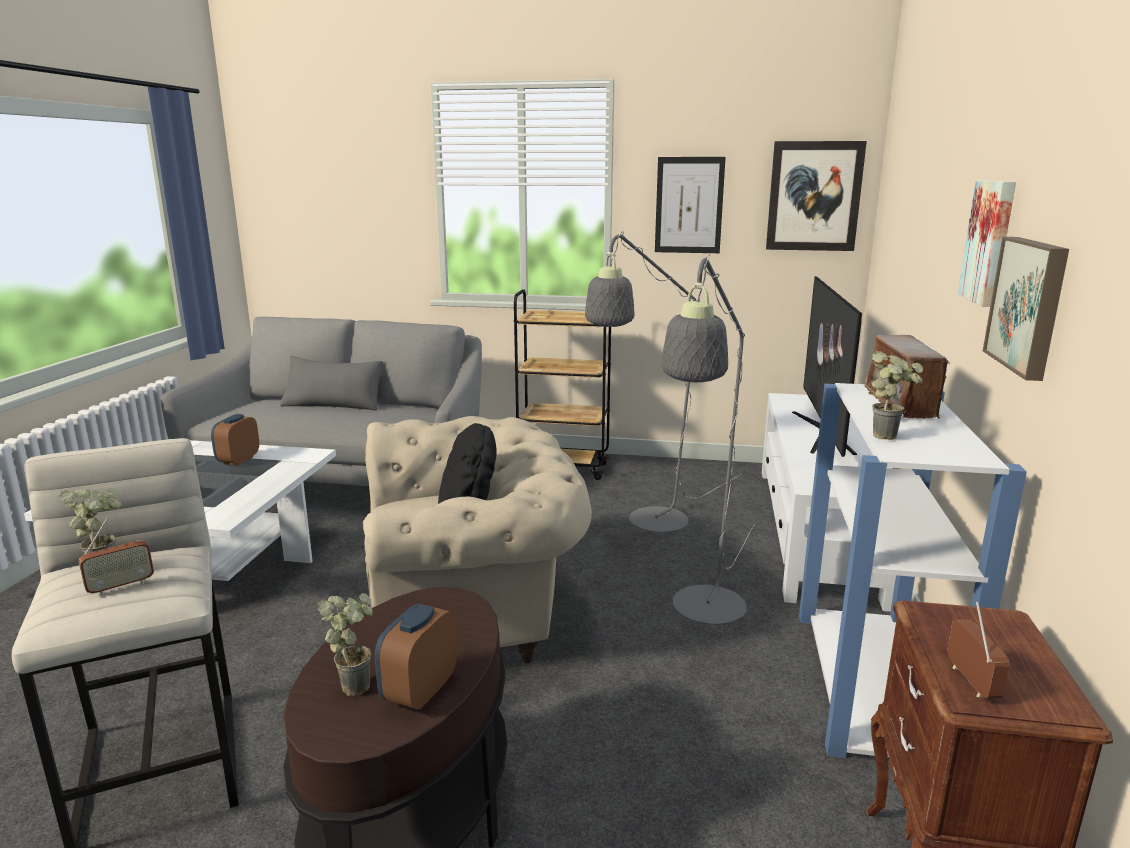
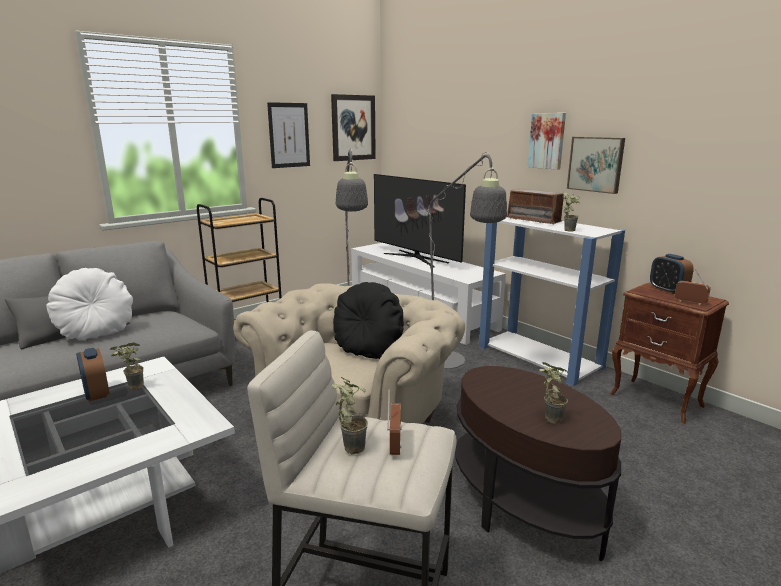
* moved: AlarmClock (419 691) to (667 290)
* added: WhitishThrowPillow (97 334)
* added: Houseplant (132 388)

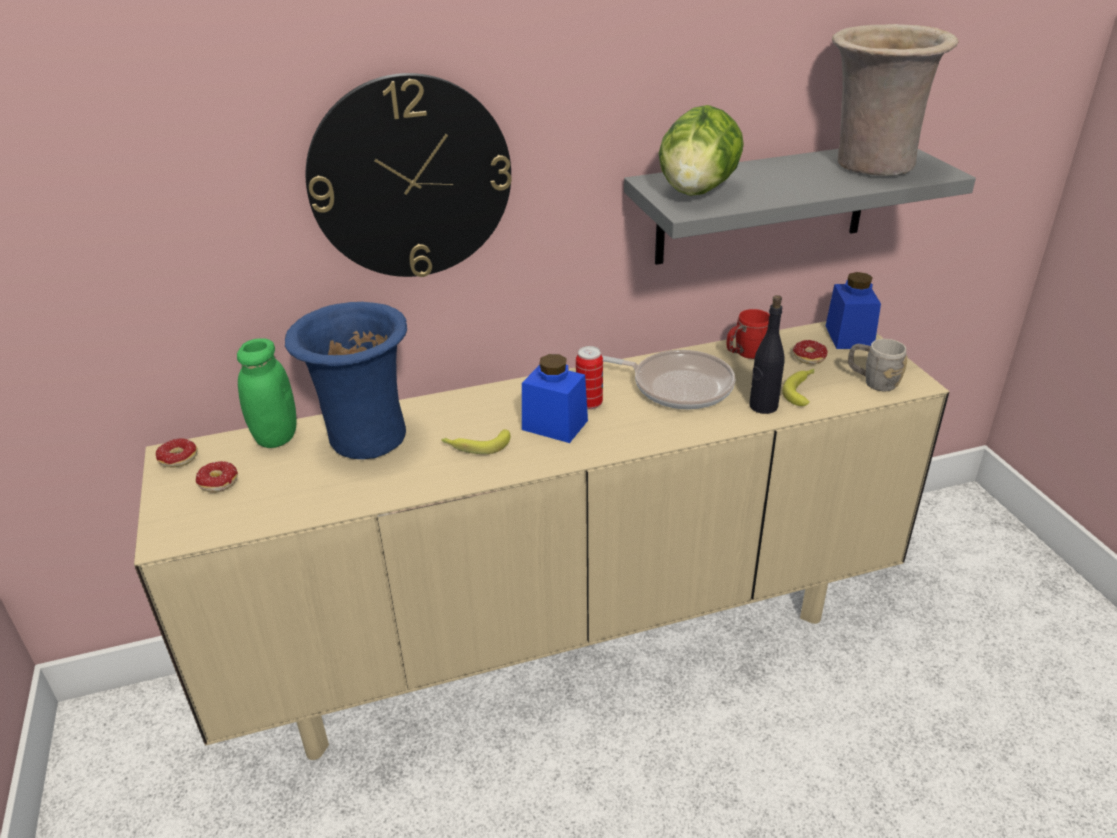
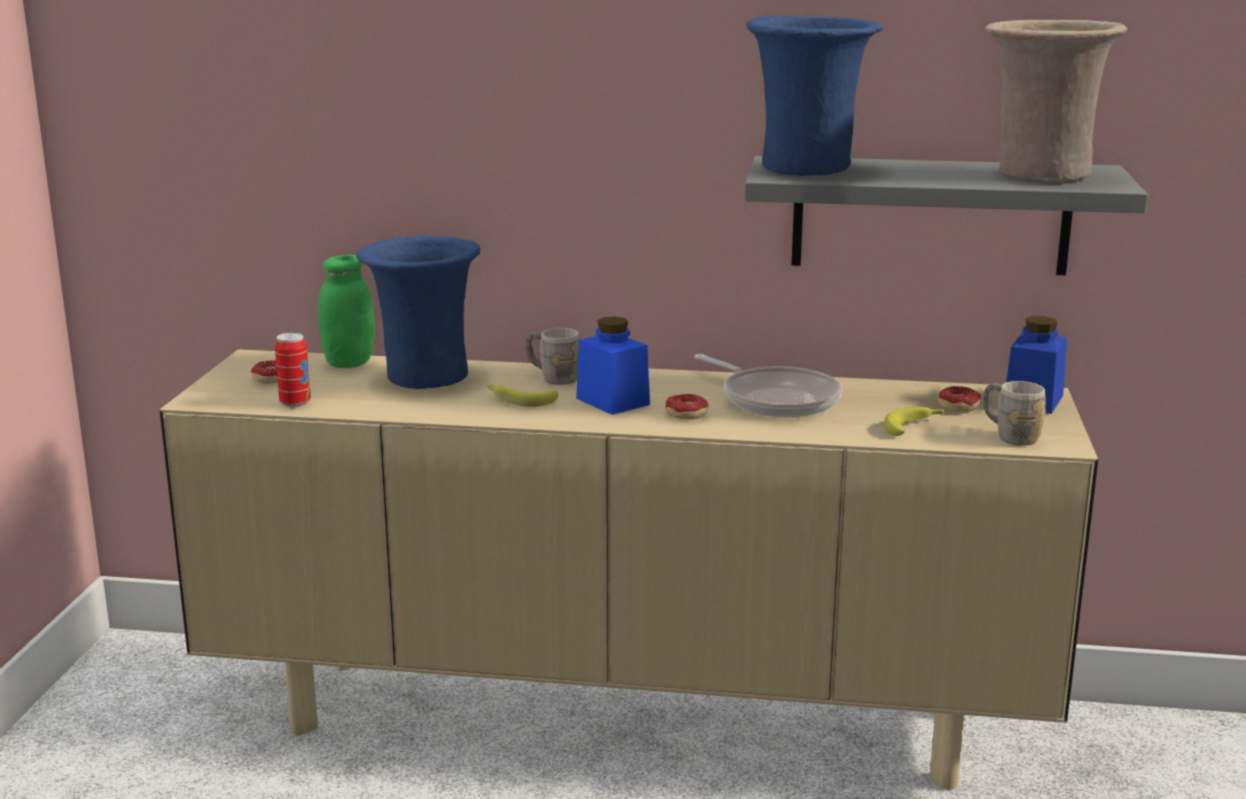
* moved: Donut (175 463) to (682 416)
* removed: WallClock (410 179)
* moved: Can (589 404) to (295 403)
* replaced: Lettuce (697 191) to BlueDecorativeVase (809 169)
* removed: ReddishCoffeeMug (745 354)
* removed: BlackishBeverageBottle (763 406)
* added: GreyishCoffeeMug (553 377)

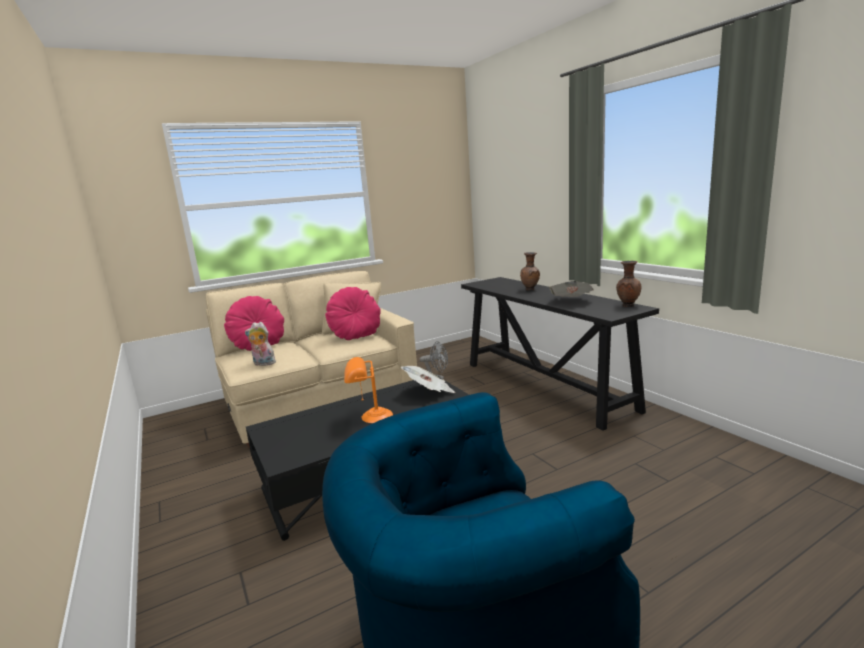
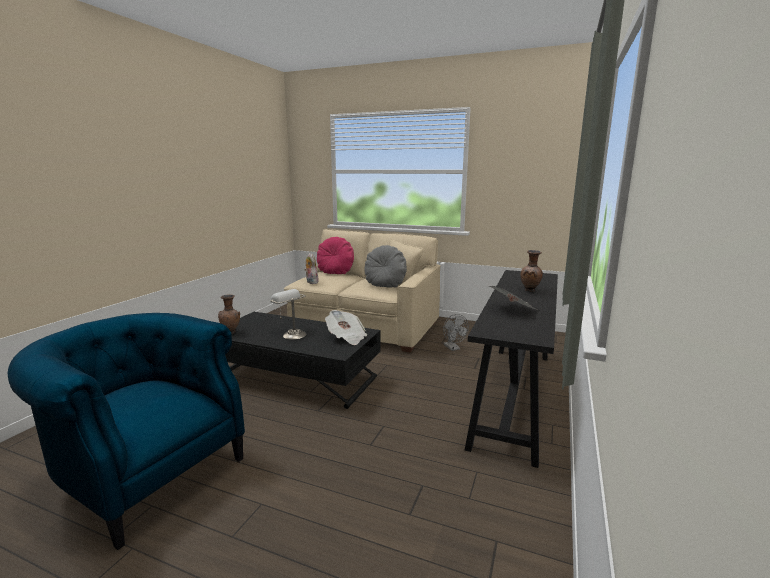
* recoloured: PinkColouredThrowPillow (356 337) to GreyishThrowPillow (385 286)
* recoloured: OrangeColouredTabletopLamp (370 417) to WhitishTabletopLamp (291 333)
* moved: BrownishDecorativeVase (627 305) to (231 332)

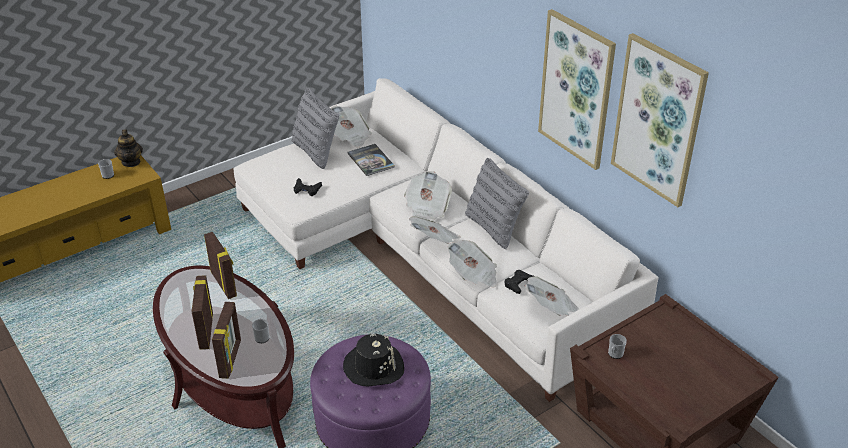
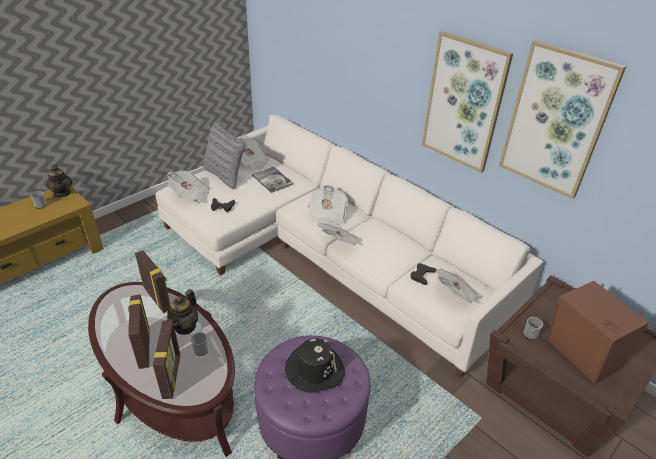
* moved: PrintedPaper (473 275) to (190 195)
* removed: GreyishThrowPillow (494 229)
* added: Teapot (185 326)
* added: BrownishSpeaker (581 356)

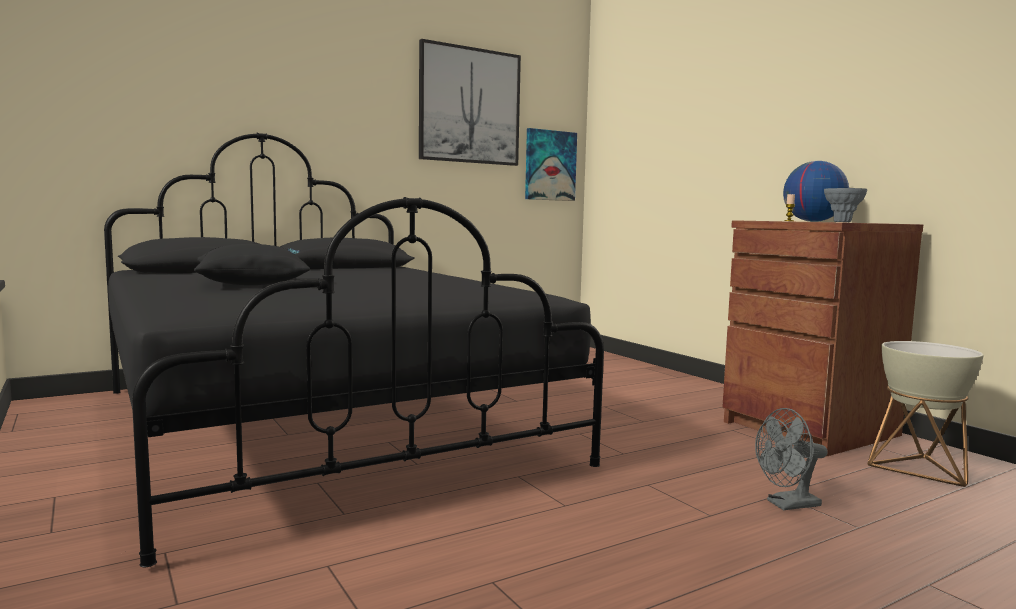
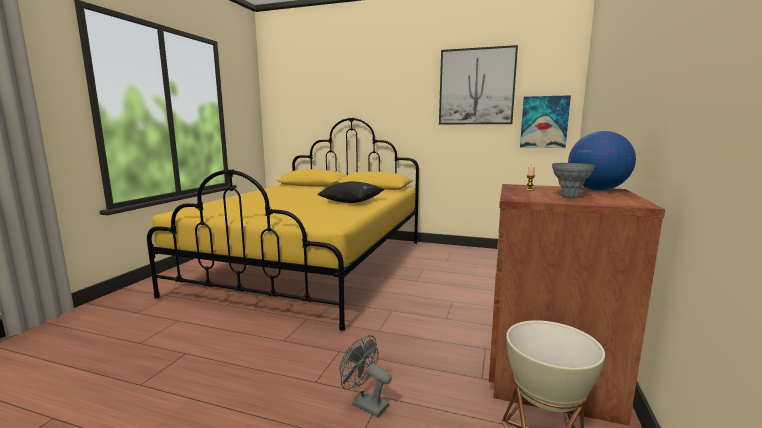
* recoloured: BlackishSleepingBed (320 425) to YellowColouredSleepingBed (312 265)
* moved: BlackishThrowPillow (252 284) to (351 201)

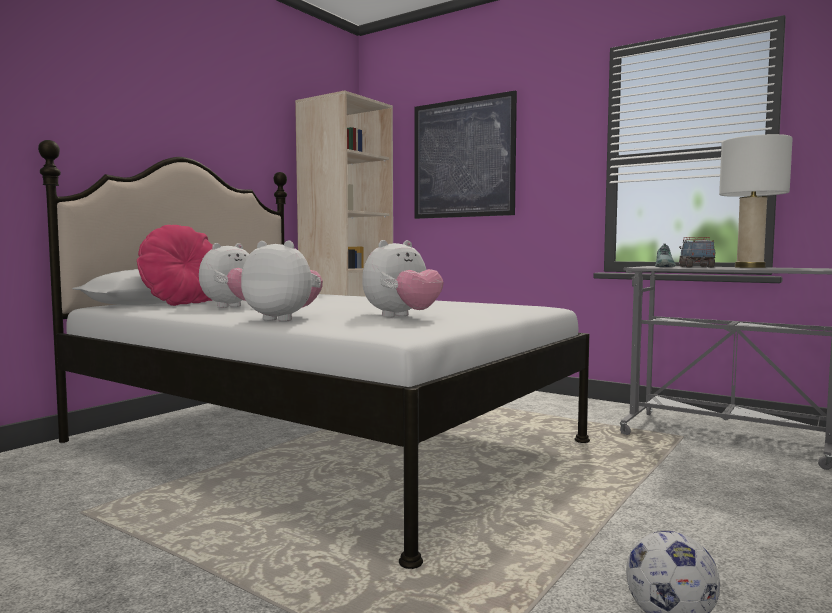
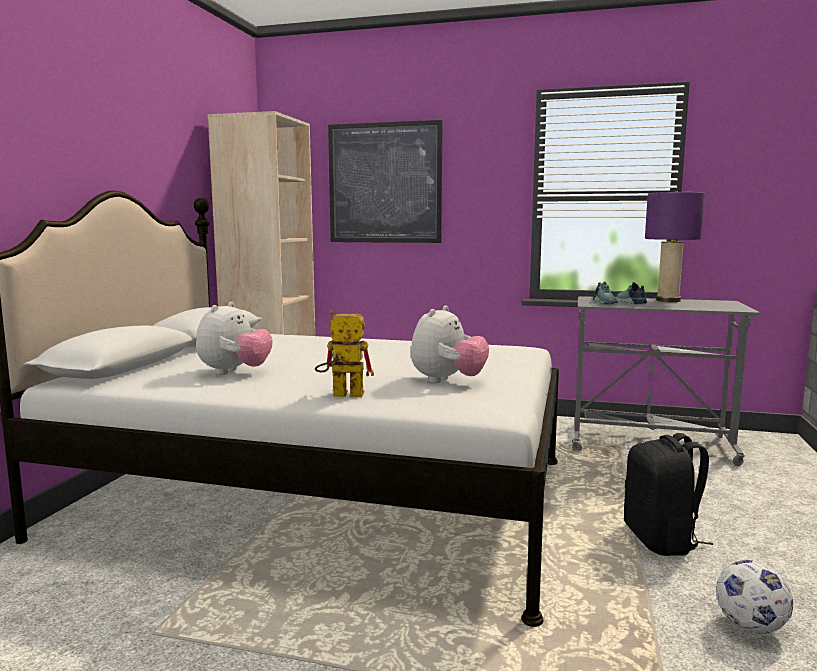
* removed: PinkColouredThrowPillow (183 304)
* replaced: SoftToy (284 319) to ToyRobot (340 395)
* replaced: ToyLorry (696 267) to ItemOfFootwear (629 302)
* recoloured: WhitishTabletopLamp (750 267) to PurpleTabletopLamp (668 300)
* added: BlackishBackpack (661 540)

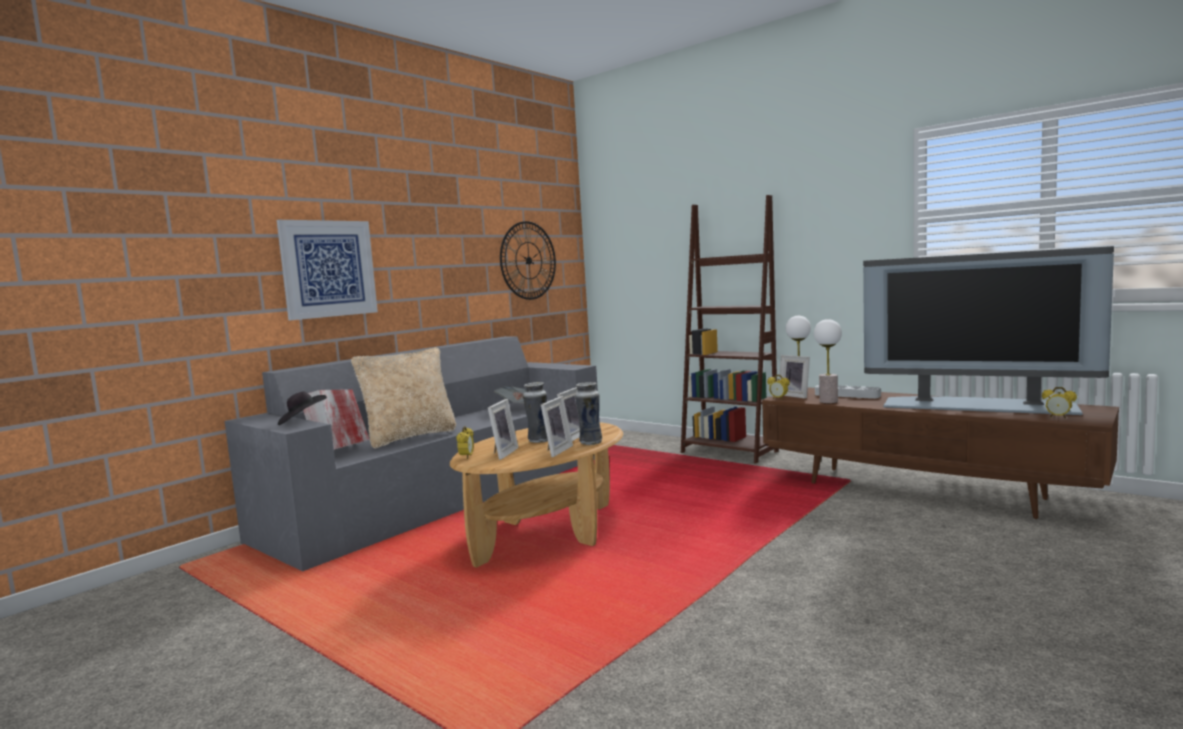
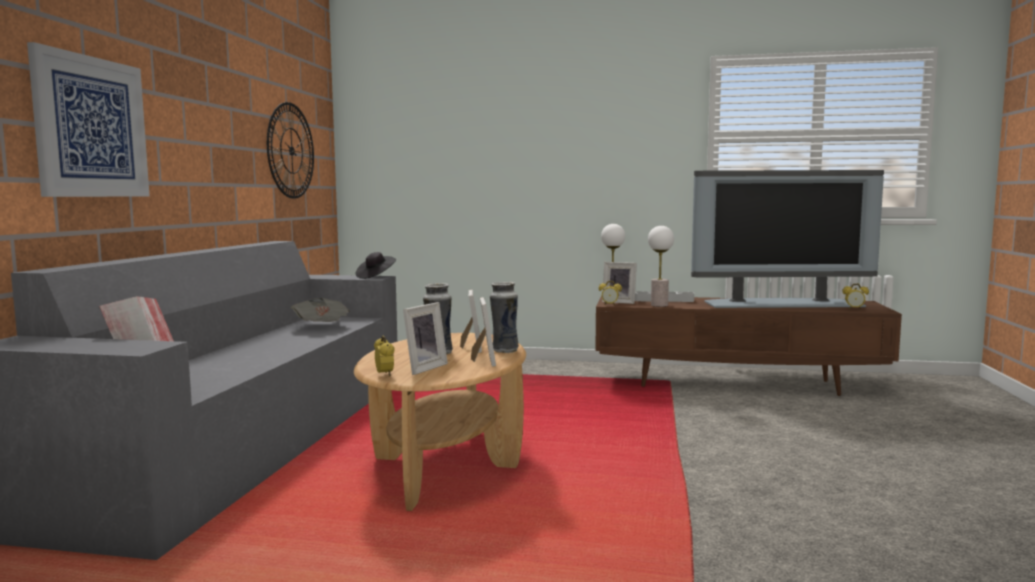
* moved: BlackishWearableHat (302 421) to (376 276)
* removed: BeigeThrowPillow (411 438)
* turned: StandingFrame (501 453) = (422 368) 45 degrees clockwise
* removed: BrownishShelvingUnit (729 451)

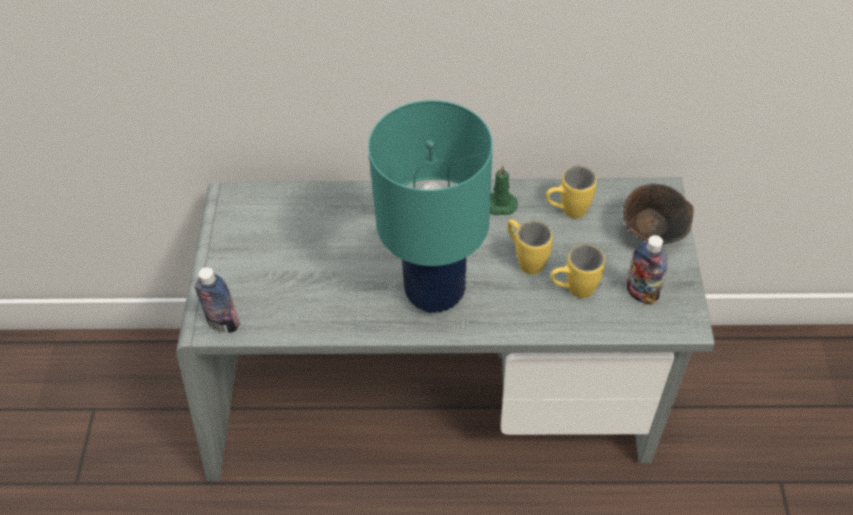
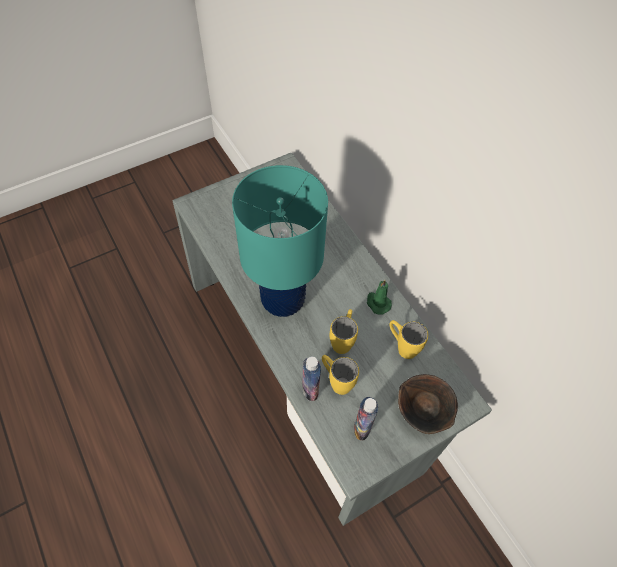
* moved: BeverageBottle (224 324) to (310 389)

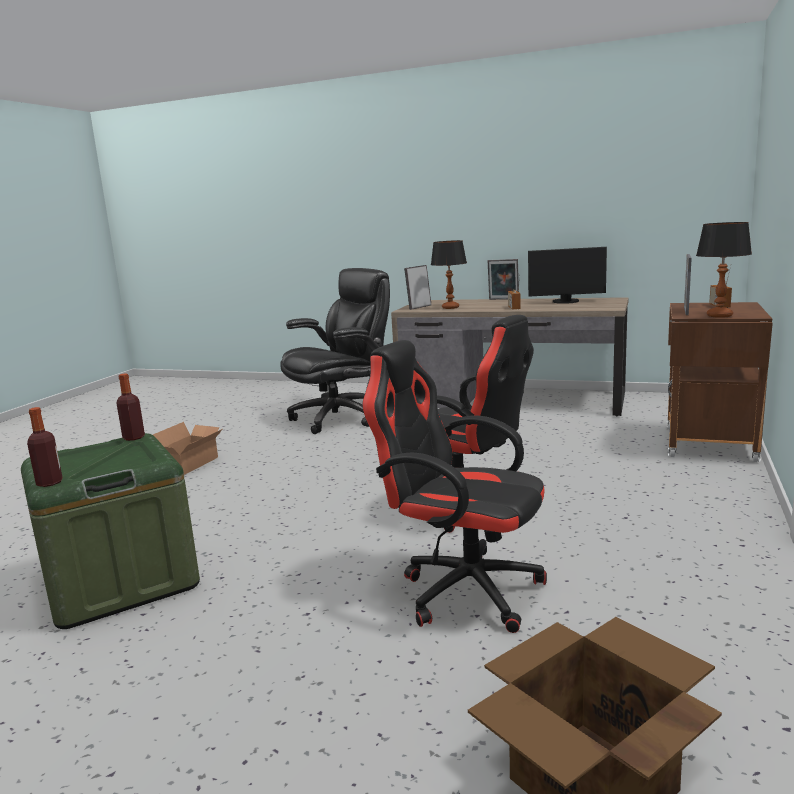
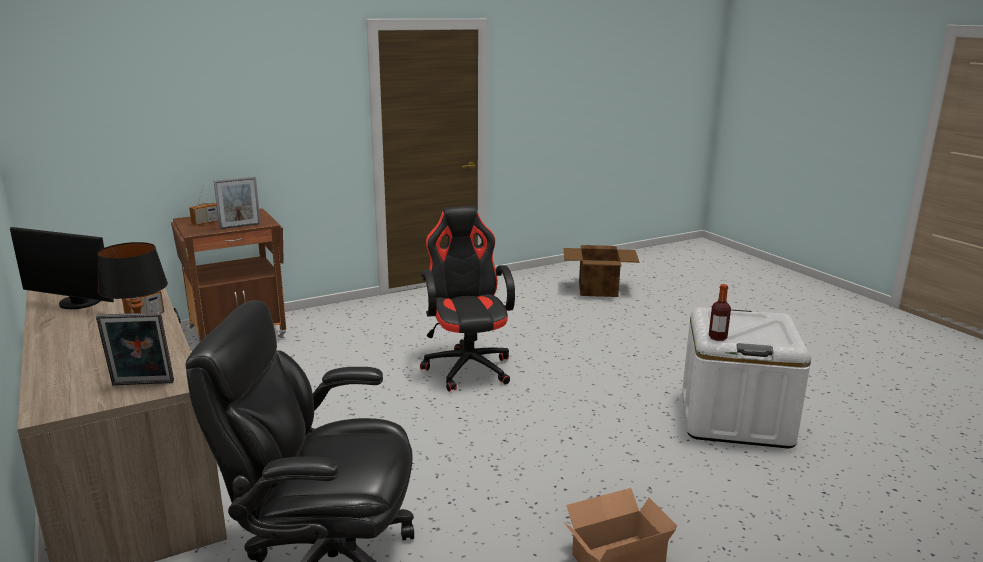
* recoloured: GreenishStorageContainer (120 581) to WhitishStorageContainer (735 418)
* removed: BeverageBottle (49 483)
* removed: BlackishDeskChair (461 589)
* removed: StandingFrame (503 299)
* turned: ComputerScreen (566 302) = (77 303) 150 degrees clockwise
* removed: TabletopLamp (719 316)

